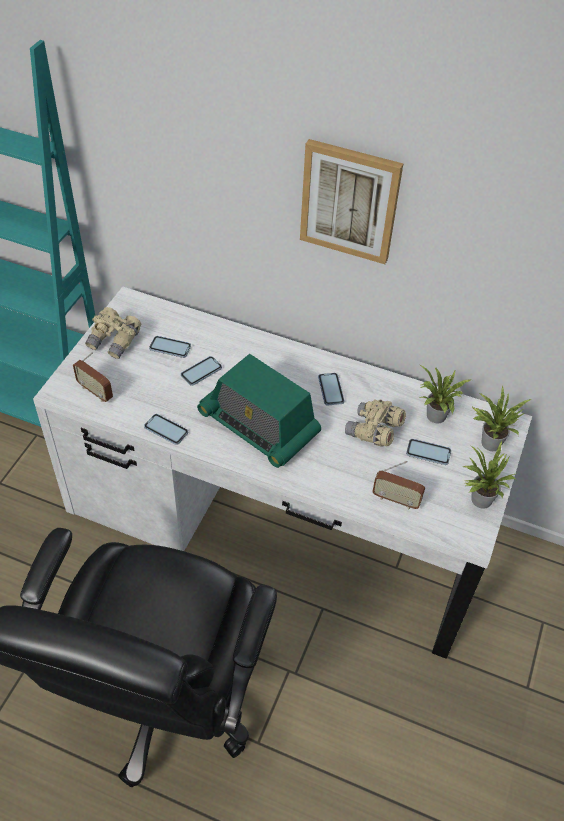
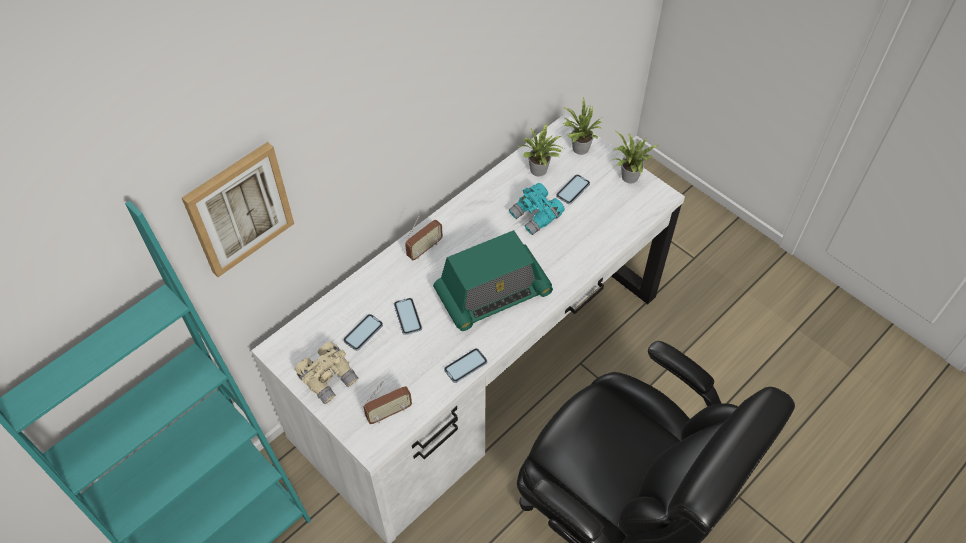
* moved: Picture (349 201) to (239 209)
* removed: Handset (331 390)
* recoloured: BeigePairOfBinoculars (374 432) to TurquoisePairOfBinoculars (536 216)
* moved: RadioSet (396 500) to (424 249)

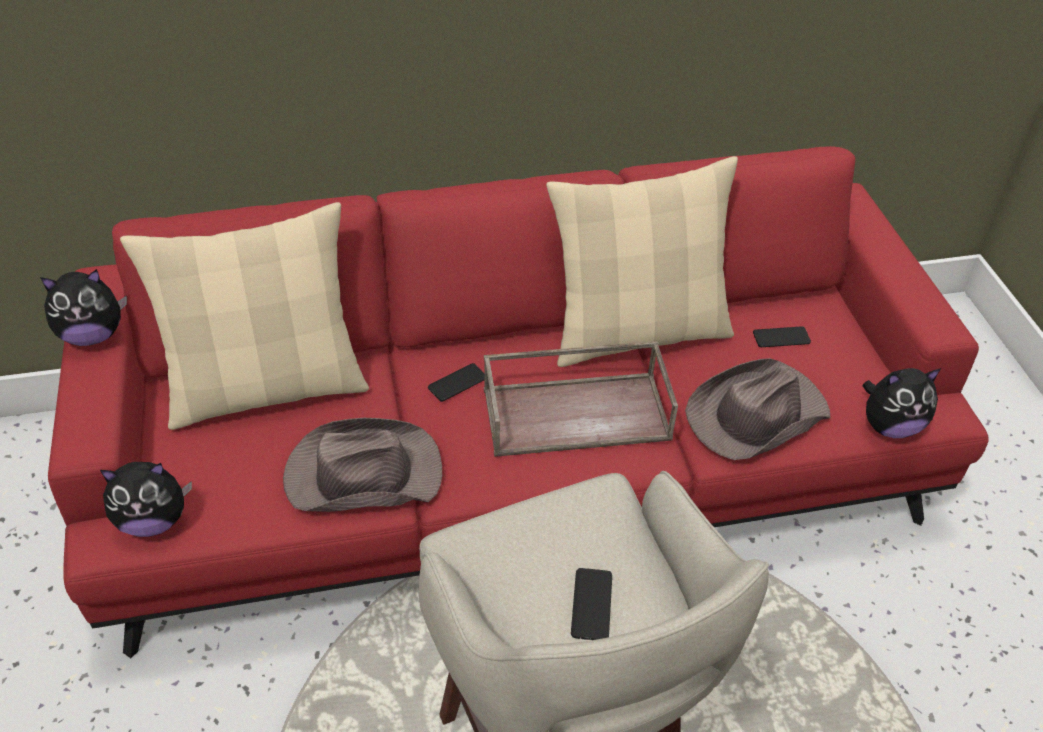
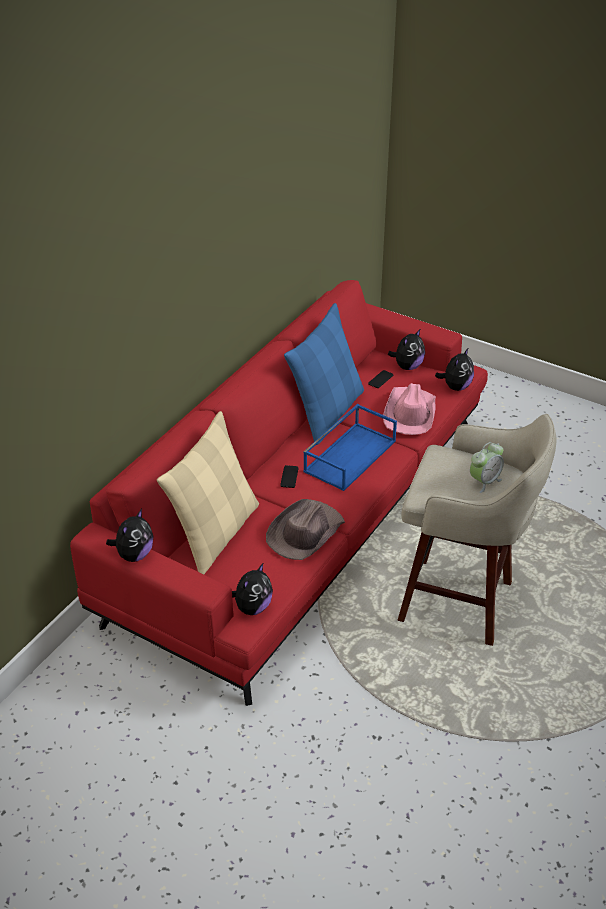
* recoloured: BrownishCarryingTray (577 412) to BlueCarryingTray (350 455)
* recoloured: BeigeThrowPillow (637 333) to BlueThrowPillow (327 412)
* replaced: Handset (591 604) to AlarmClock (484 481)
* recoloured: BrownishWearableHat (755 415) to PinkColouredWearableHat (410 413)
* added: SoftToy (407 366)

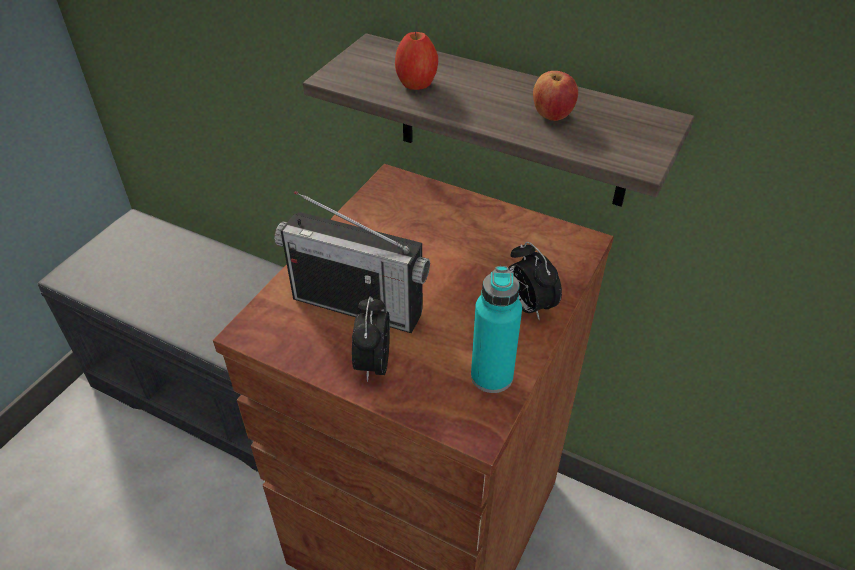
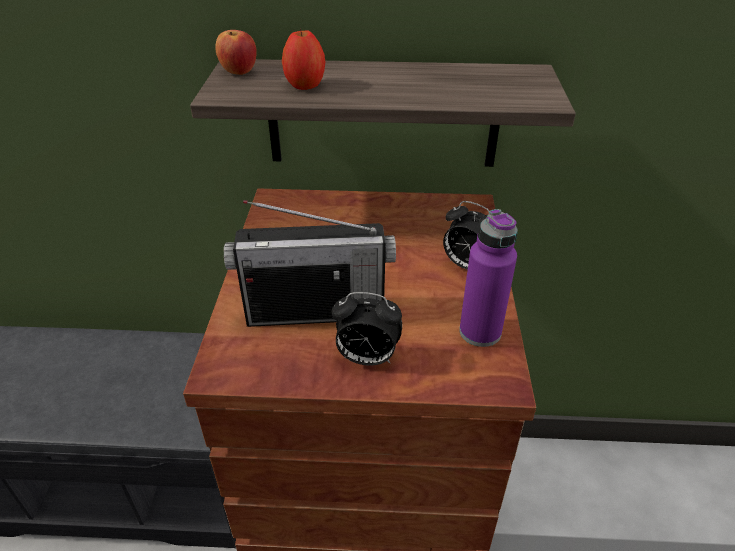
* turned: AlarmClock (373 364) = (366 358) 60 degrees counterclockwise
* recoloured: TurquoiseBeverageBottle (491 376) to PurpleBeverageBottle (480 332)
* moved: WholeApple (552 115) to (239 72)

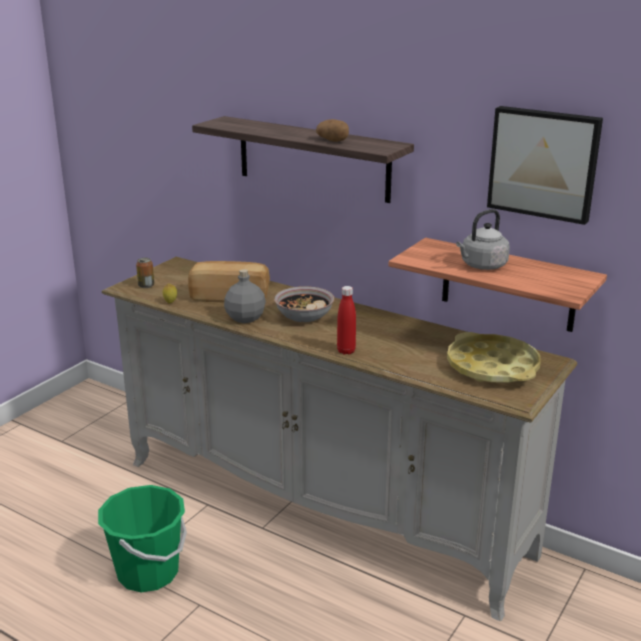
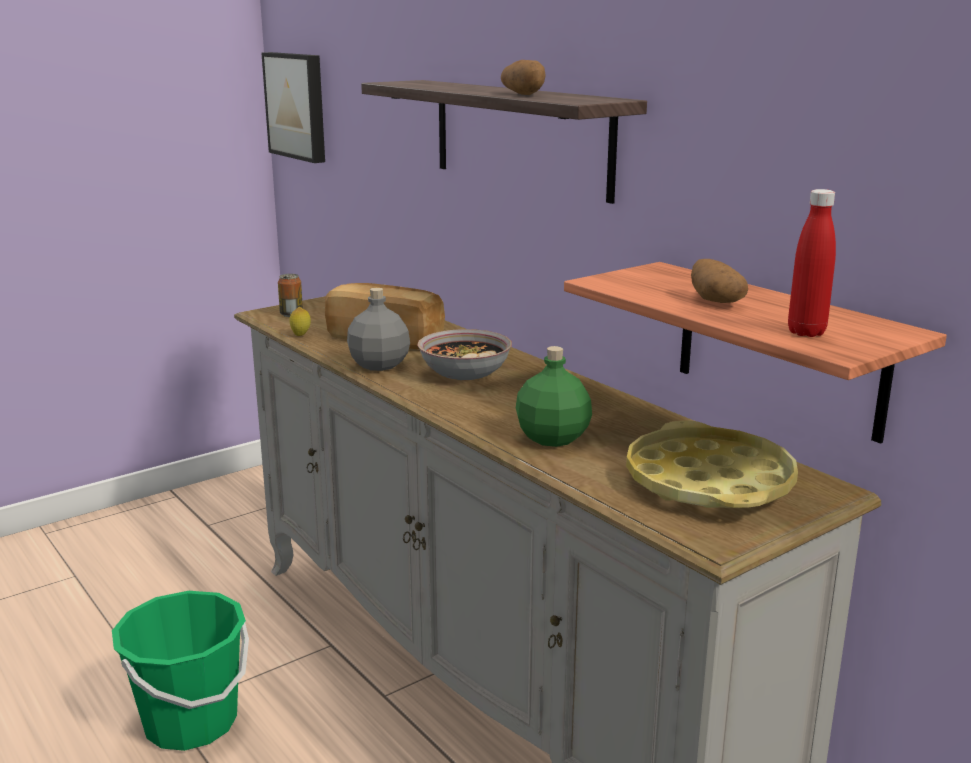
* moved: ReddishBeverageBottle (346 351) to (806 332)
* replaced: GreyishTeaKettle (482 266) to Spud (714 301)
* moved: Picture (544 163) to (298 106)
* added: GreenishBeverageBottle (551 438)

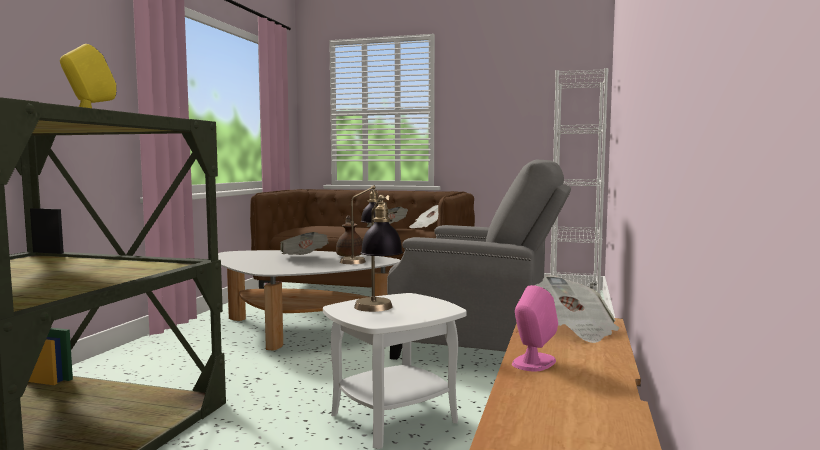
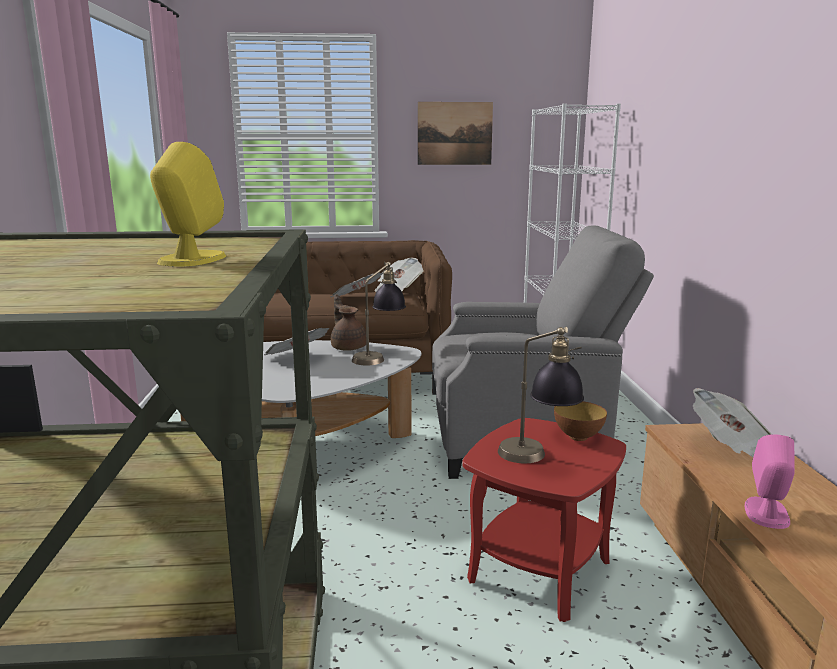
* recoloured: WhitishEndTable (393 419) to ReddishEndTable (539 572)
* added: Picture (454 133)
* added: Bowl (578 437)

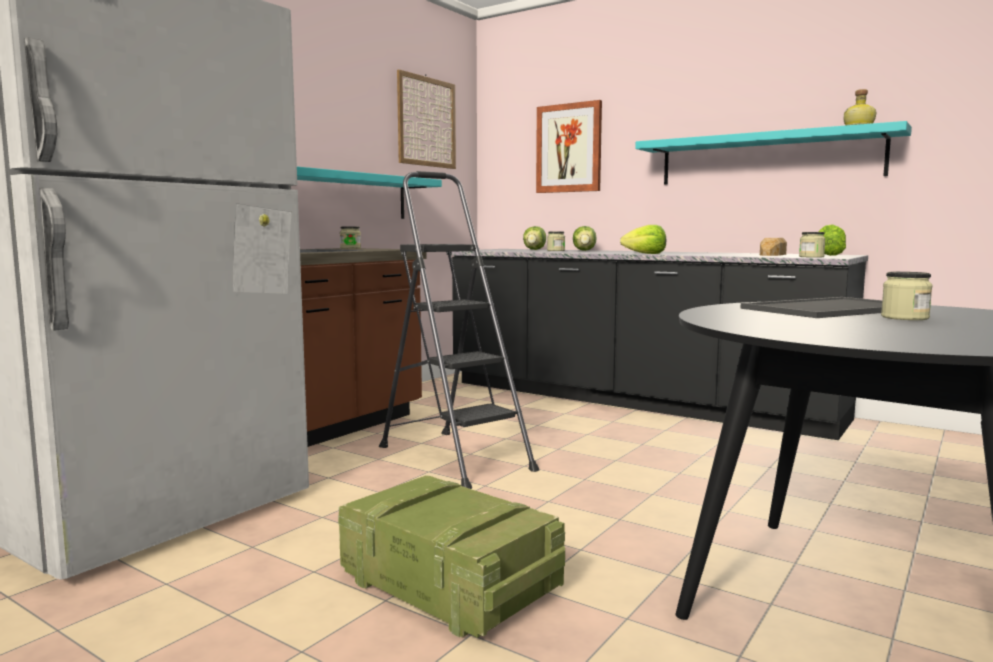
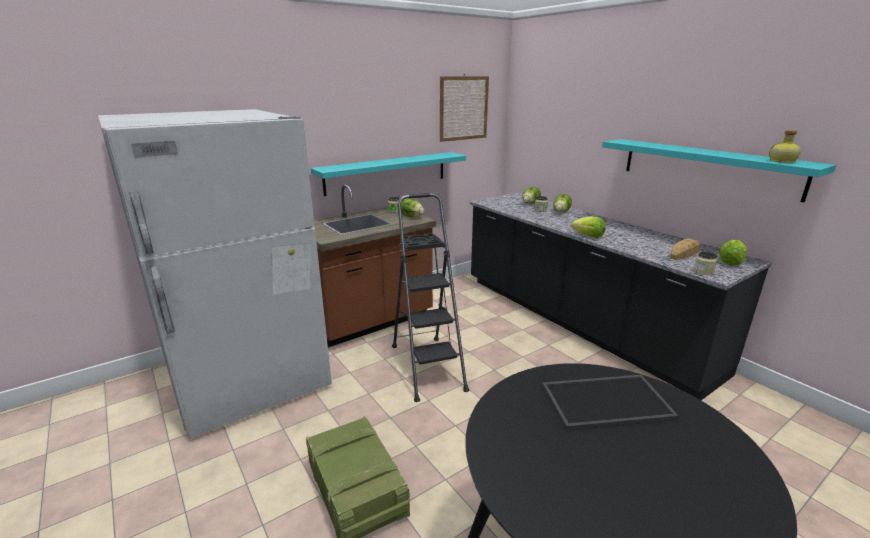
* removed: Picture (569 148)
* removed: StorageJar (904 317)
* added: Lettuce (410 216)

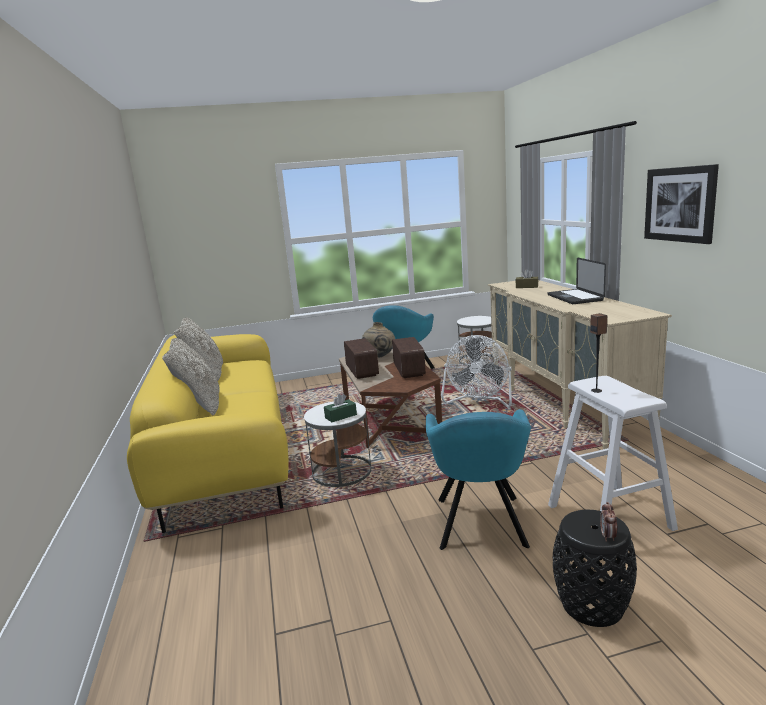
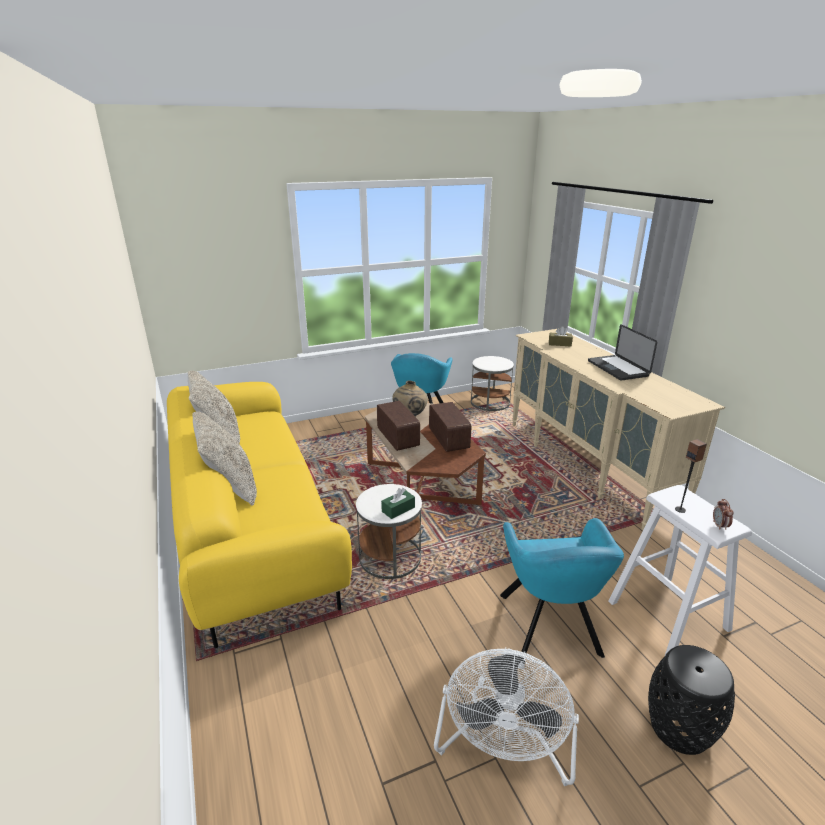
* moved: WhitishElectricFan (477 402) to (499 742)
* moved: AlarmClock (608 536) to (719 526)
* removed: Picture (680 204)

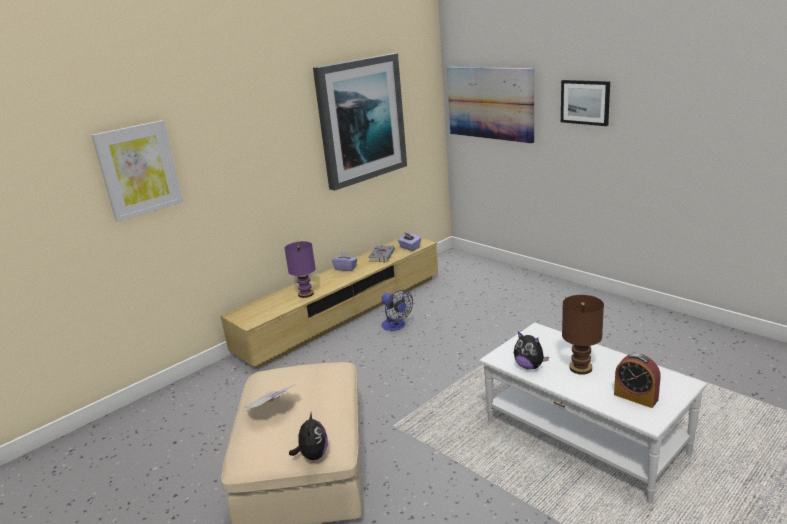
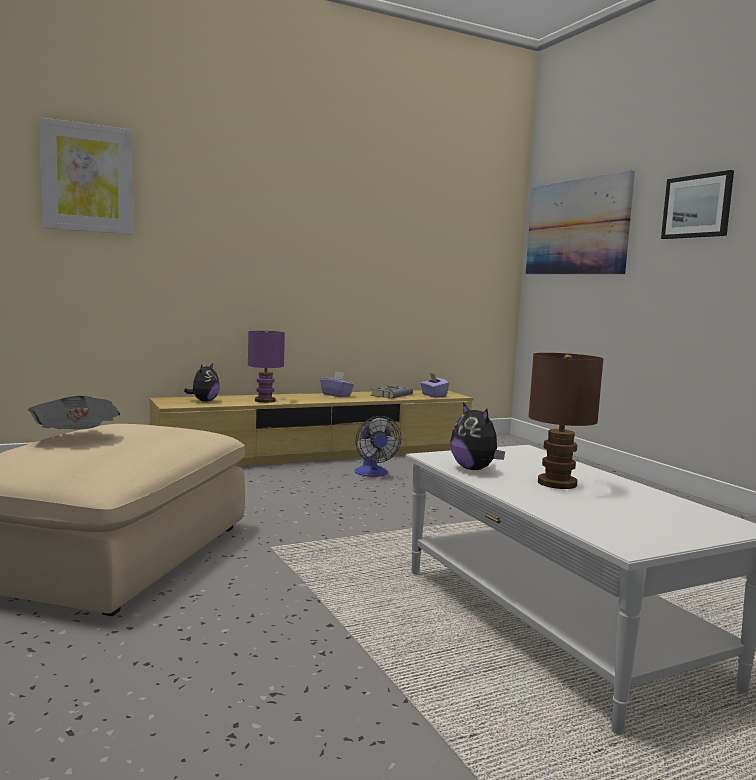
* moved: SoftToy (313 455) to (204 401)
* removed: Picture (360 120)
* removed: AlarmClock (635 397)

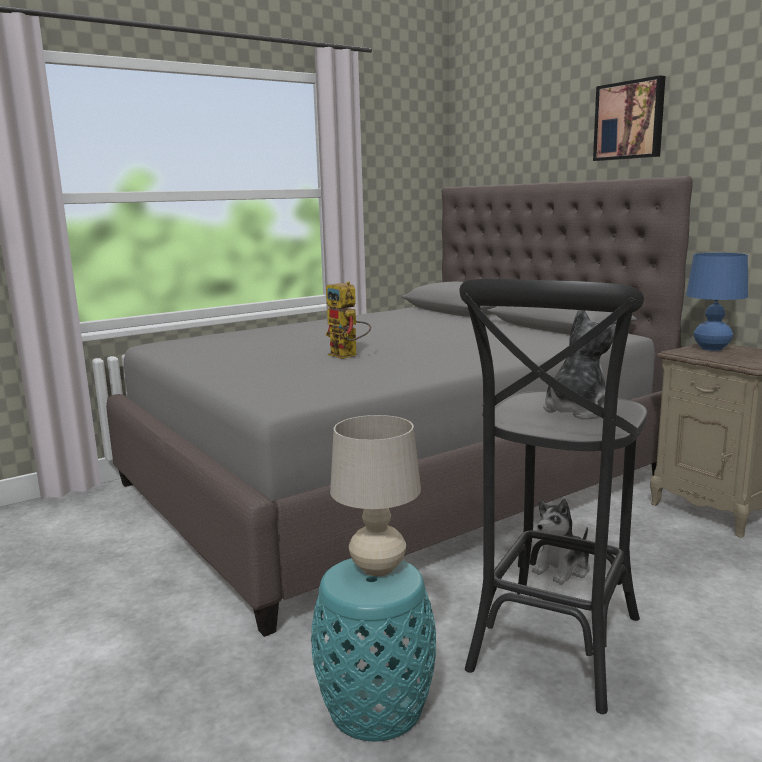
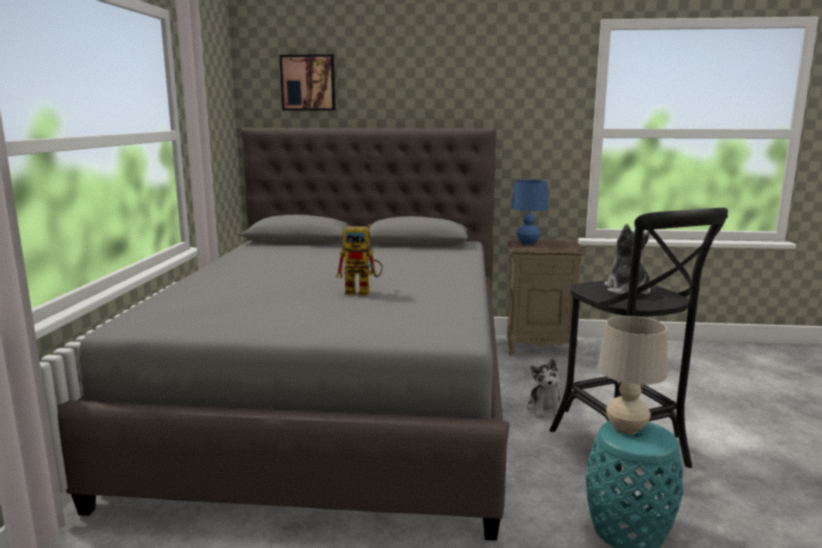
* moved: Picture (630 120) to (308 83)

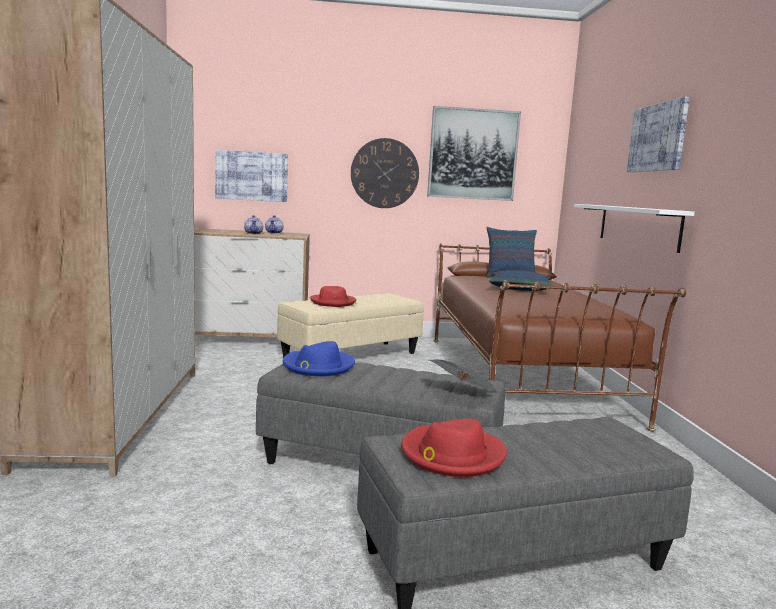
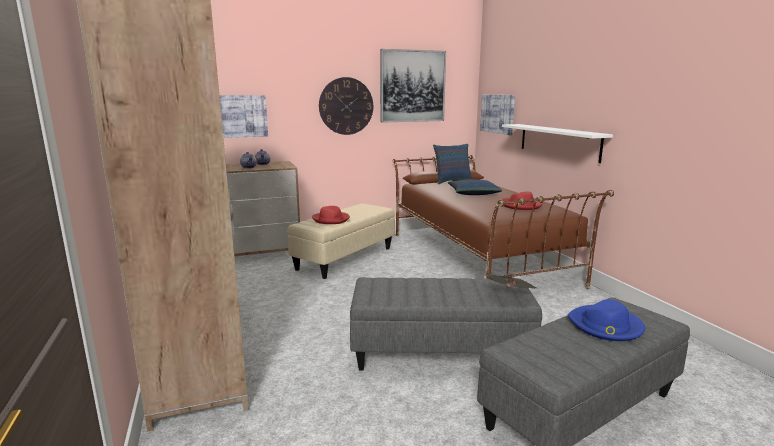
* moved: BlueWearableHat (318 366) to (605 326)
* moved: ReddishWearableHat (451 455) to (520 205)
* moved: Picture (657 138) to (497 113)

